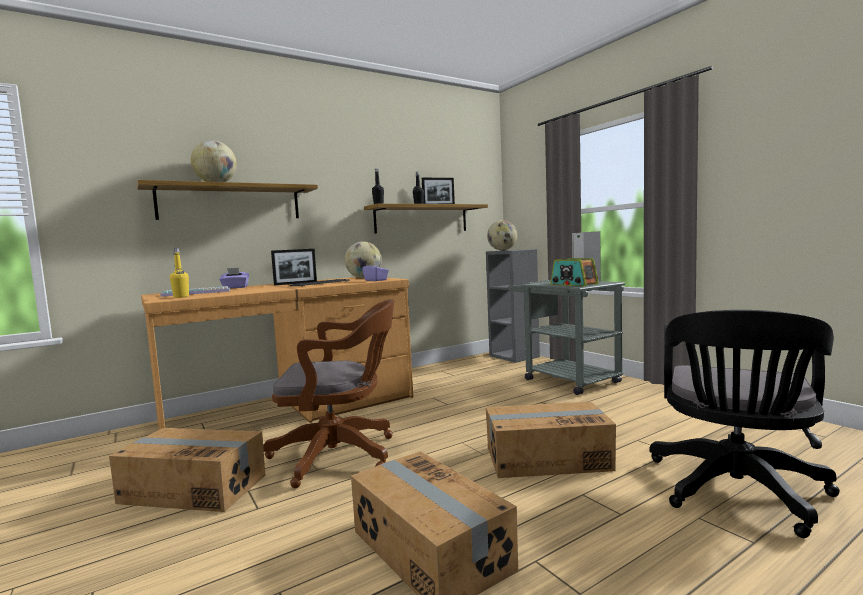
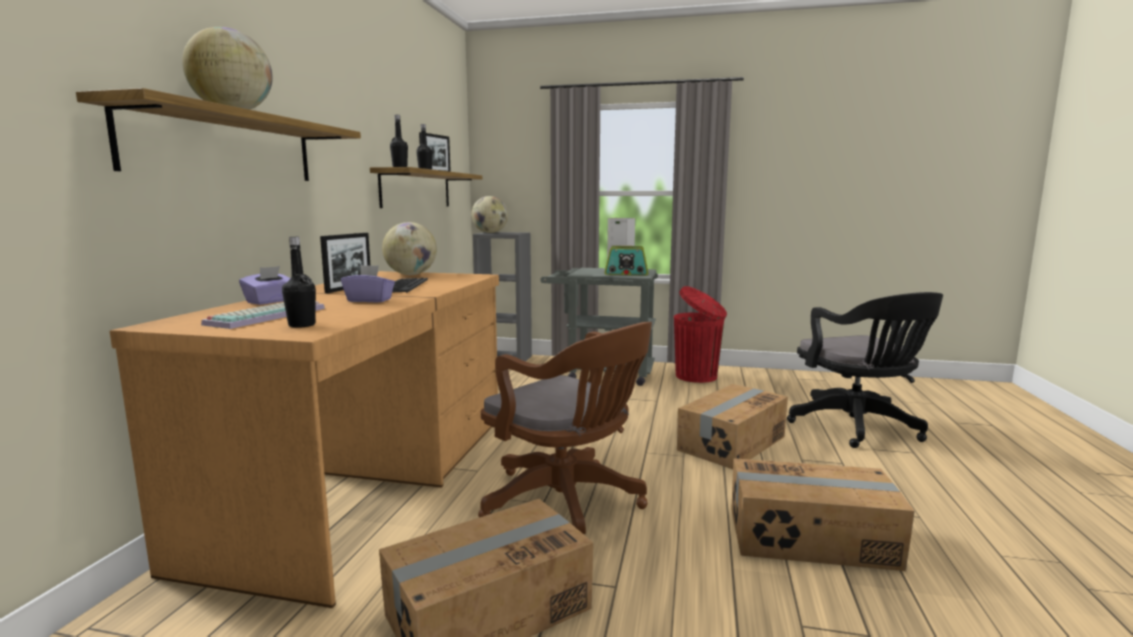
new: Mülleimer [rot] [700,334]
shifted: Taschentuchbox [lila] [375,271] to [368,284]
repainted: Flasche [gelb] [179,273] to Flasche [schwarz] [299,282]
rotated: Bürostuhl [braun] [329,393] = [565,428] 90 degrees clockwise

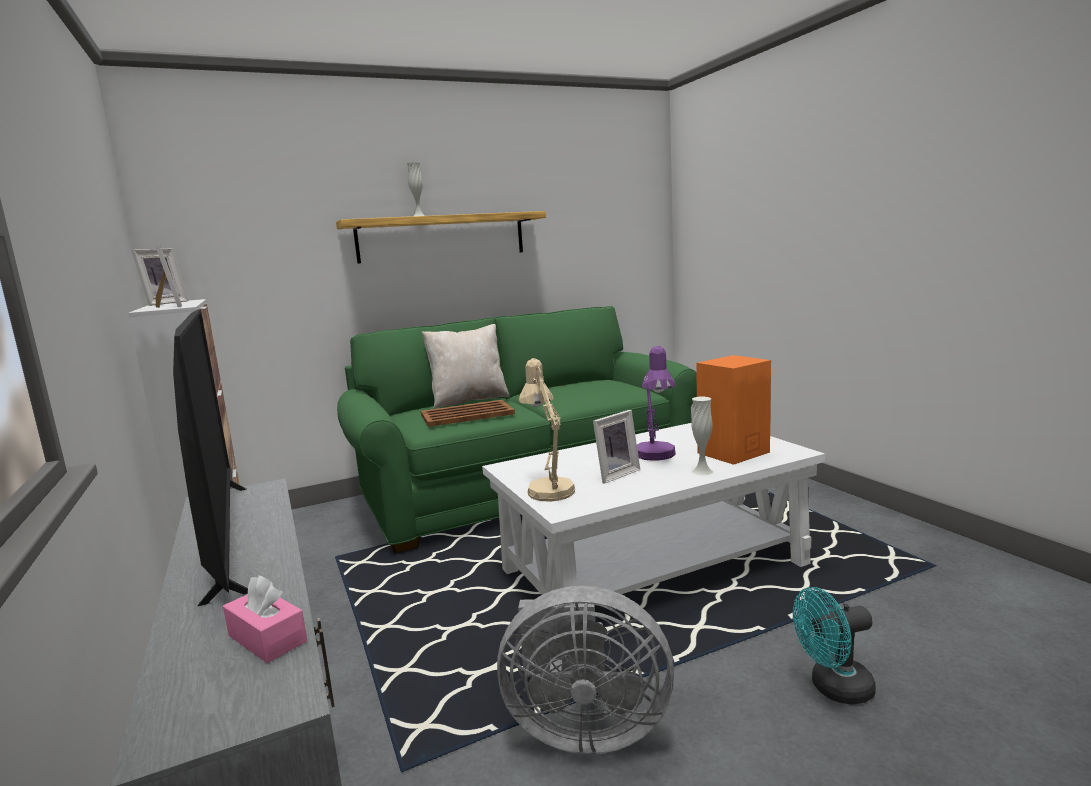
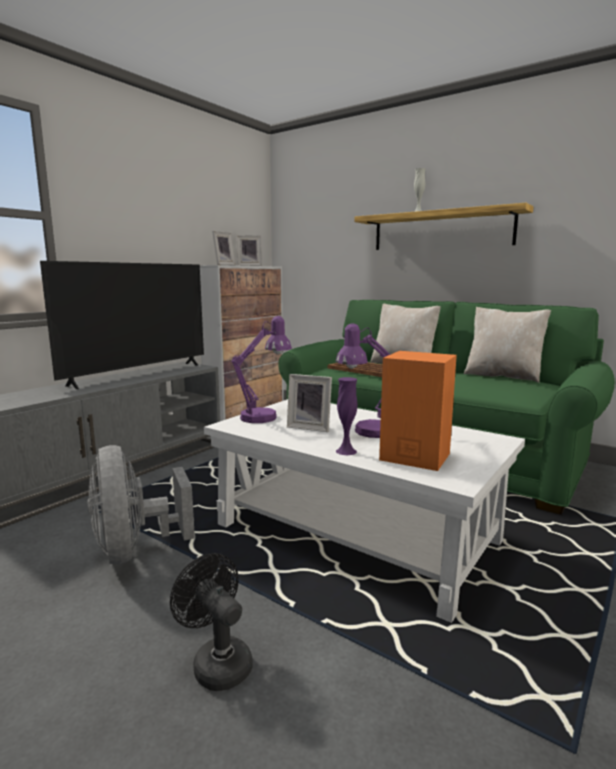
gone: Taschentuchbox [rosa] [265,619]
new: Kissen [beige] [507,345]
repainted: Ventilator [türkis] [834,646] to Ventilator [schwarz] [211,622]; Tischlampe [beige] [547,430] to Tischlampe [lila] [261,369]; Vase [weiß] [702,436] to Vase [lila] [346,416]

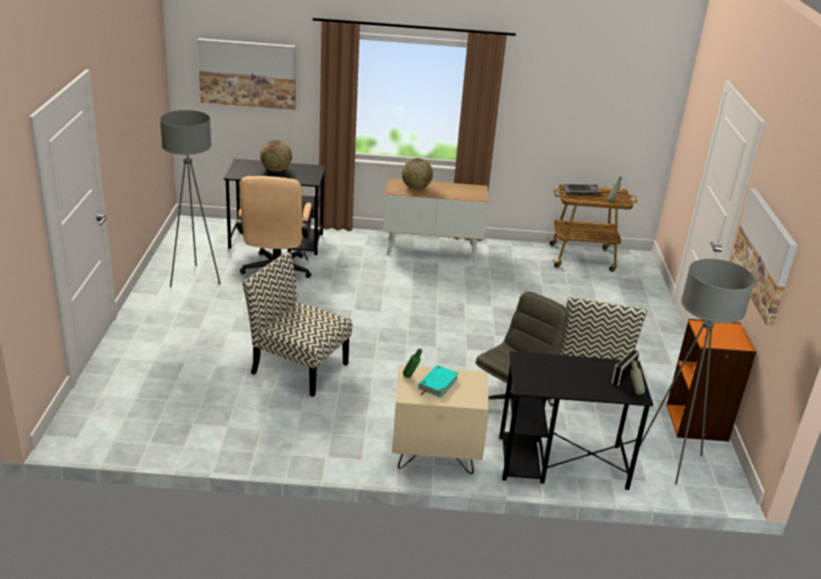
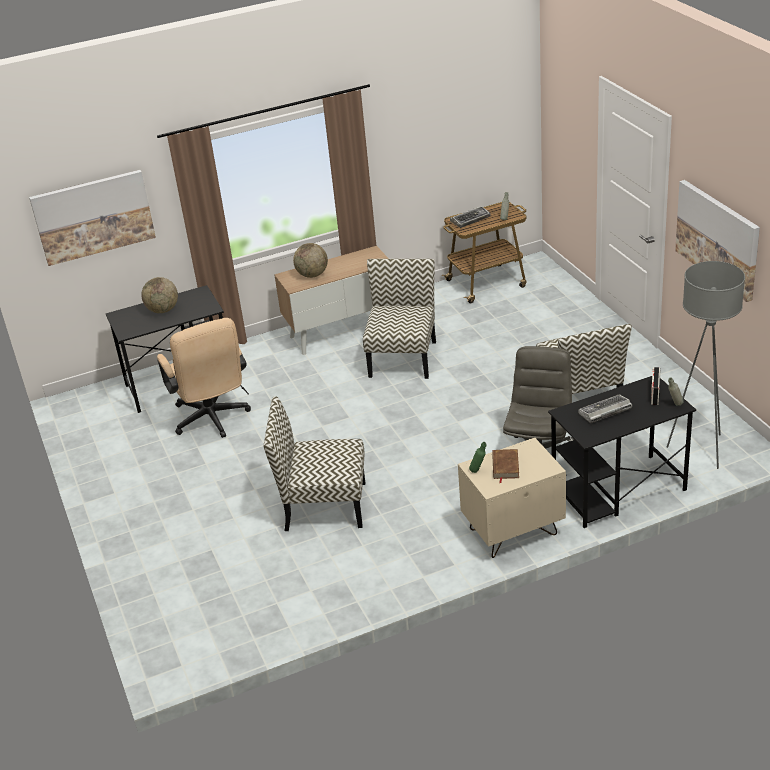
gone: Stehlampe [grau] [190,199]; Bücherregal [orange] [711,380]
new: Stuhl [399,319]; Tastatur [605,408]
repainted: Buch [türkis] [438,381] to Buch [braun] [505,466]

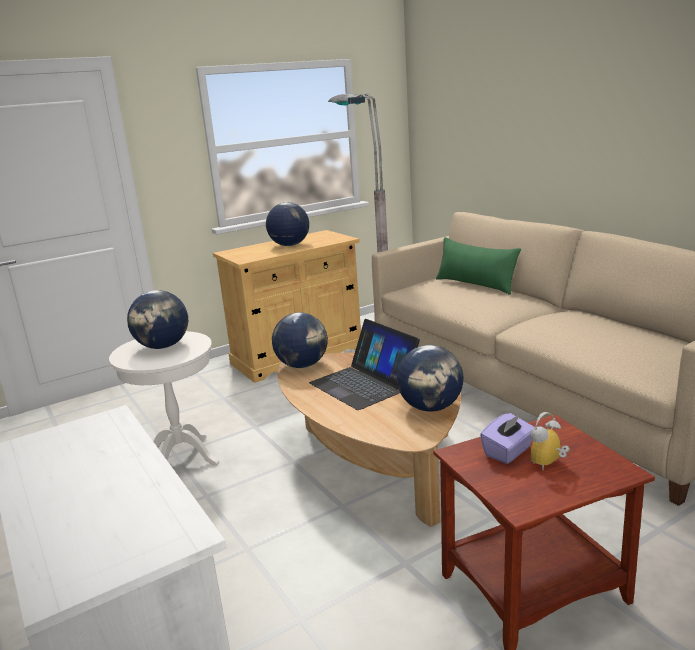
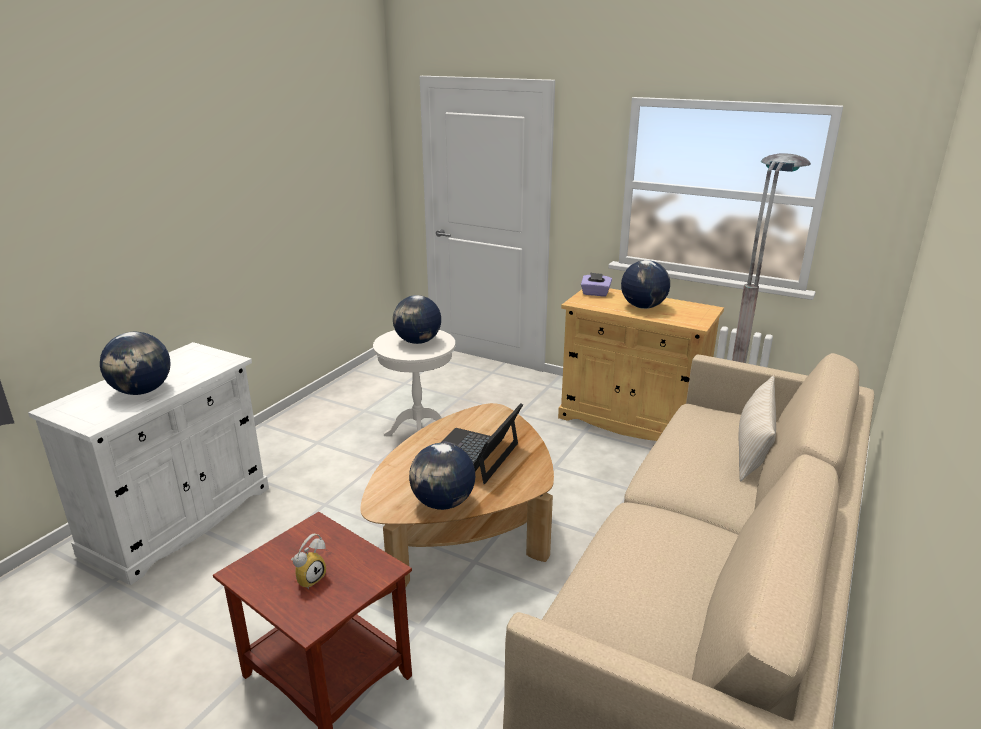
shifted: Globus [300,340] to [135,363]; Taschentuchbox [lila] [507,438] to [596,284]
repainted: Kissen [grün] [478,266] to Kissen [beige] [757,428]
rotated: Wecker [550,441] = [308,561] 105 degrees clockwise

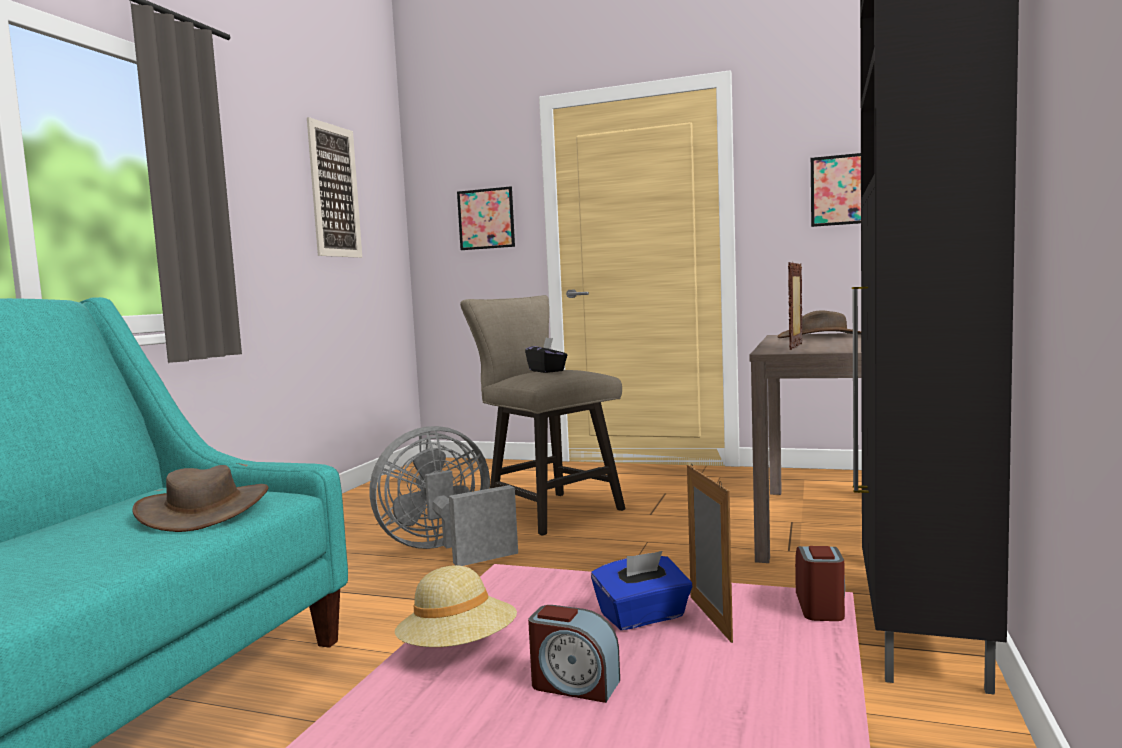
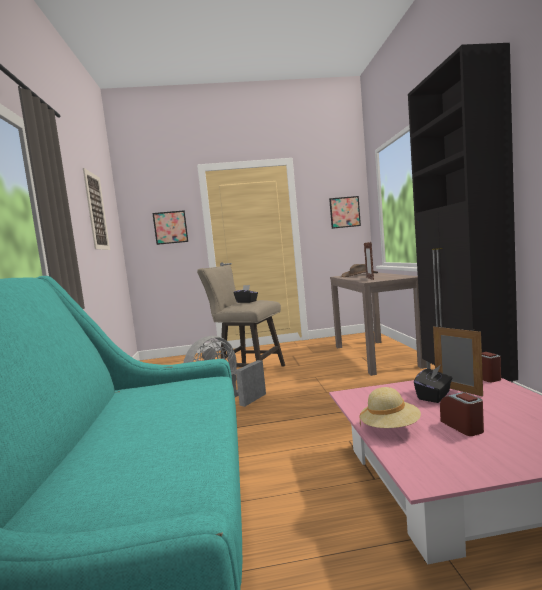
gone: Hut [braun] [200,498]
repainted: Taschentuchbox [blau] [642,590] to Taschentuchbox [schwarz] [433,384]
rotated: Wecker [574,654] = [462,414] 105 degrees counterclockwise

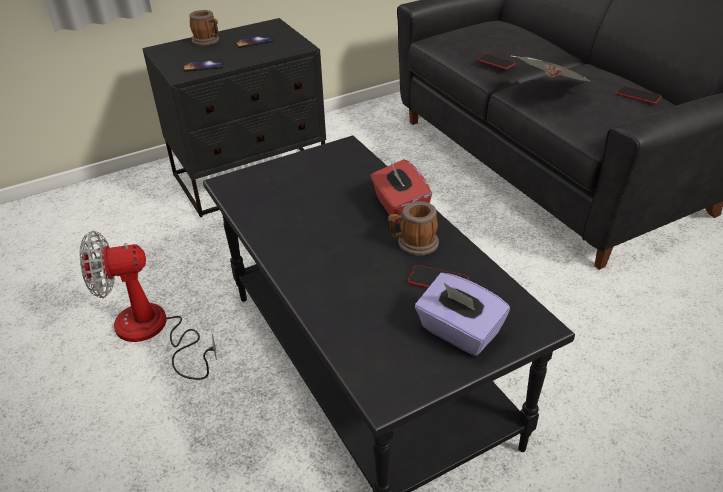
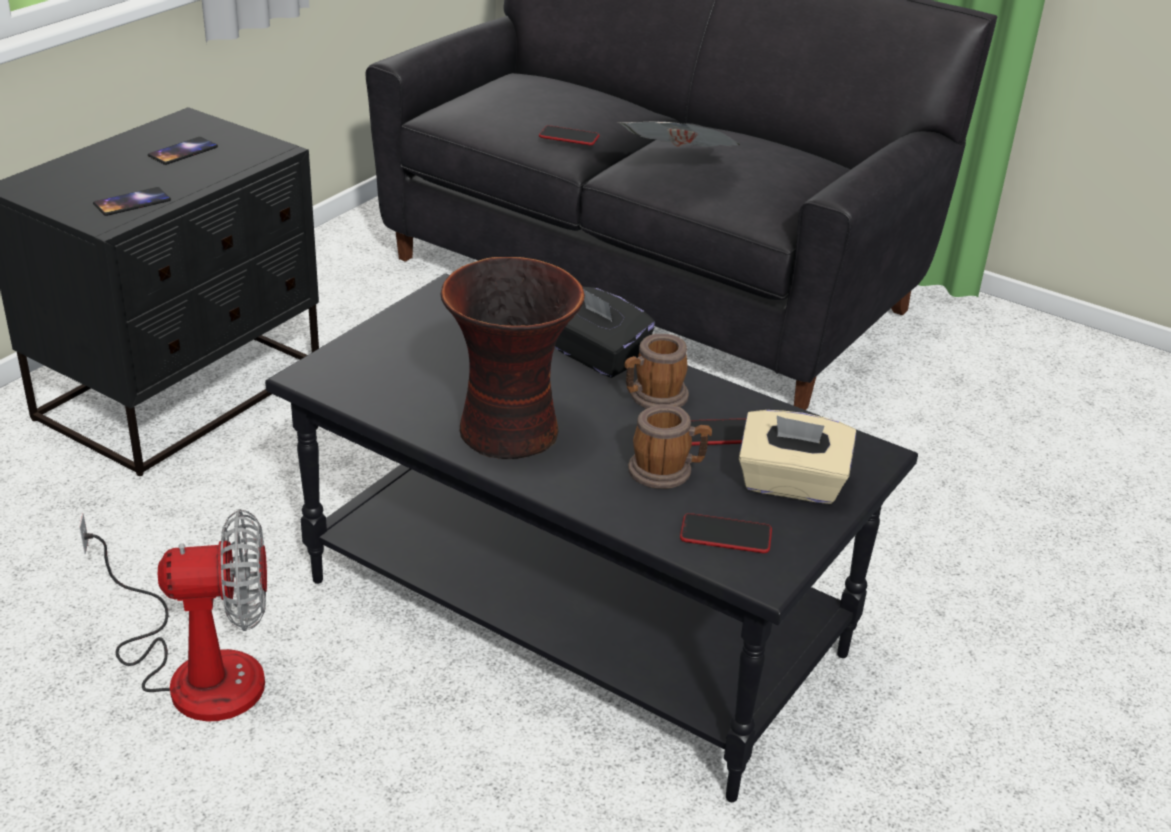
new: Vase [513,358]
shifted: Henkelbecher [204,28] to [670,447]; Handy [639,95] to [726,533]
repainted: Taschentuchbox [rot] [401,191] to Taschentuchbox [schwarz] [605,332]; Taschentuchbox [lila] [462,314] to Taschentuchbox [beige] [797,457]
rotated: Ventilator [148,305] = [173,615] 150 degrees counterclockwise

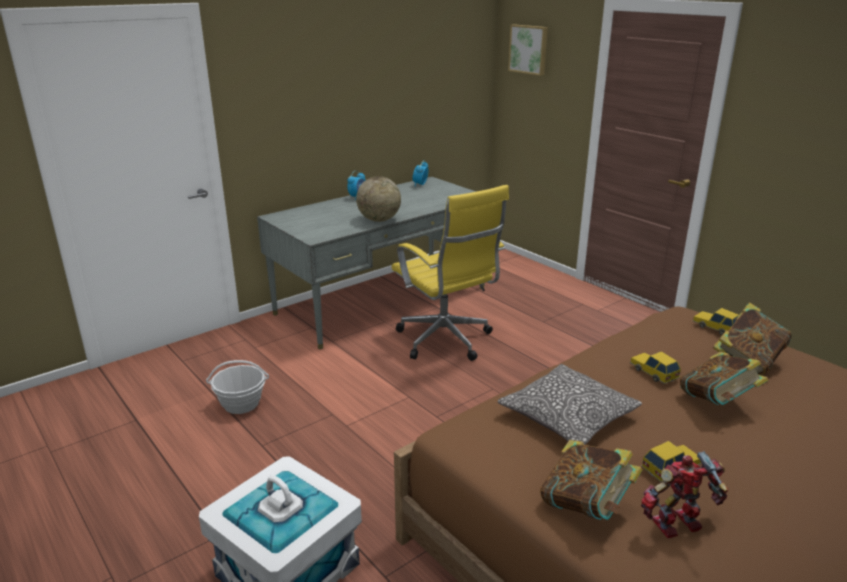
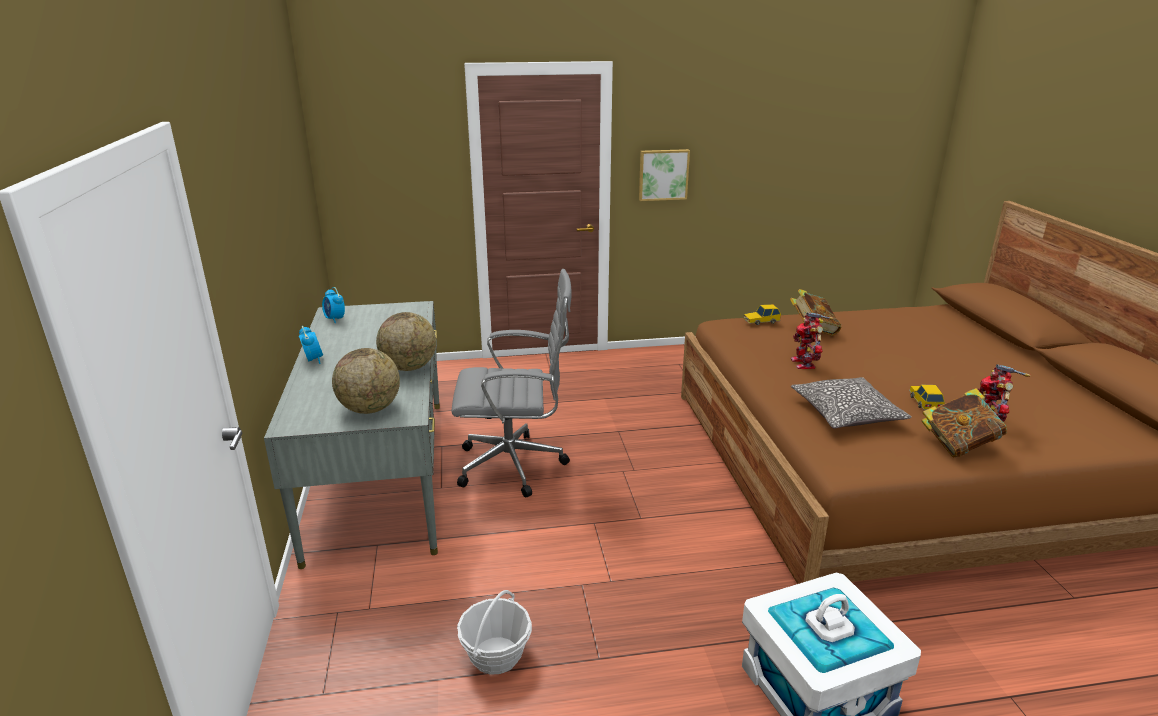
gone: Buch [724,378]
new: Globus [366,381]
shifted: Bild [528,50] to [664,175]
swapped: Spielzeugauto [655,367] to Spielzeugroboter [812,340]
repainted: Bürostuhl [gelb] [450,273] to Bürostuhl [grau] [511,383]

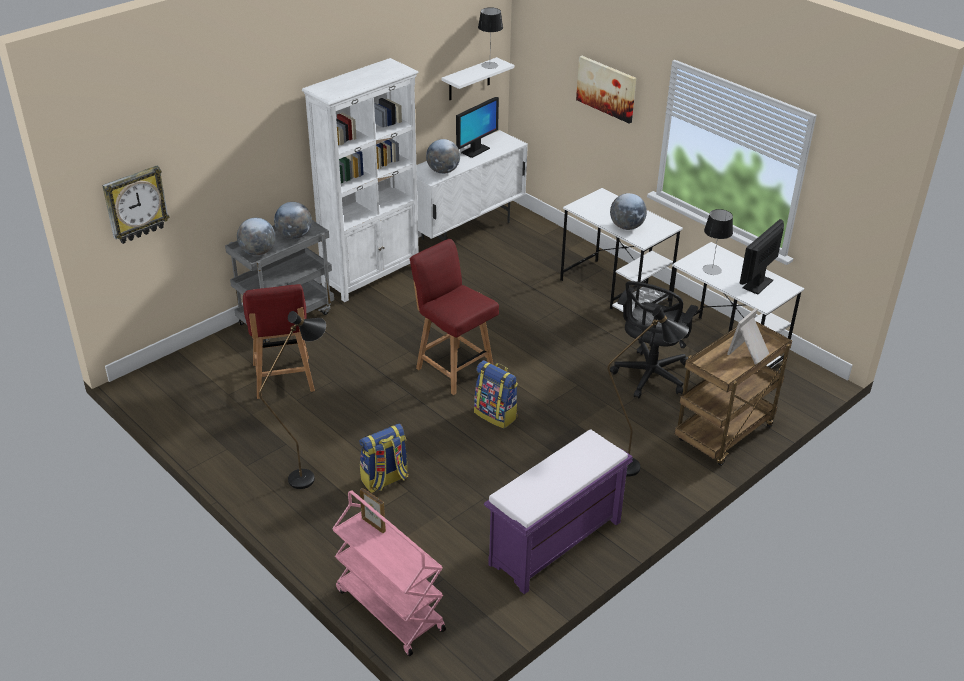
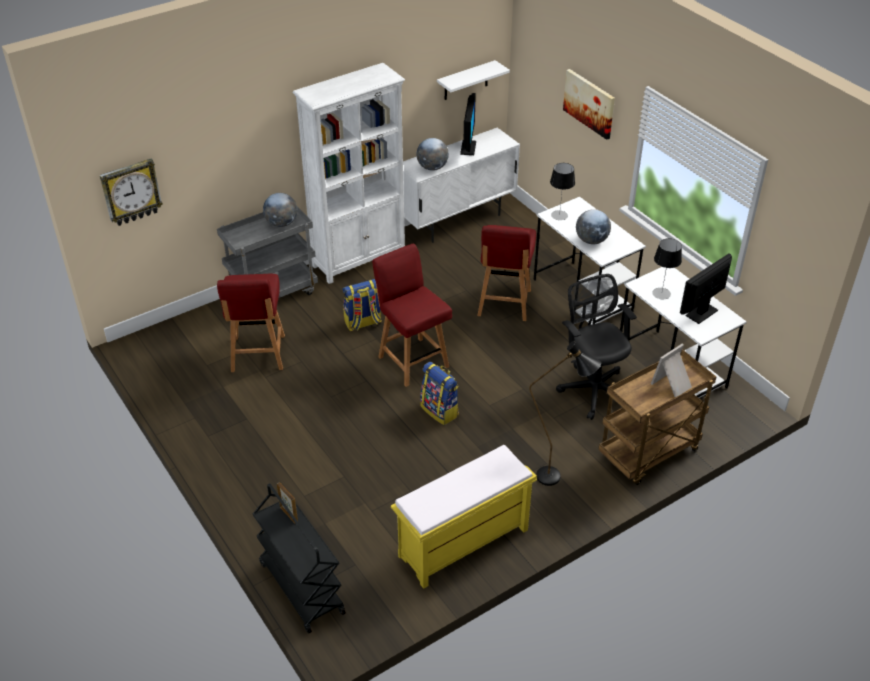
gone: Globus [256,237]; Stehlampe [schwarz] [292,400]
new: Stuhl [rot] [506,273]
shifted: Rucksack [383,458] to [362,305]; Tischlampe [490,38] to [562,191]
repainted: Rollwagen [rosa] [389,573] to Rollwagen [schwarz] [299,558]; Bank [lila] [558,511] to Bank [gelb] [464,517]
rotated: Monitor [477,127] = [468,124] 45 degrees counterclockwise; Bürostuhl [schwarz] [654,340] = [596,347] 120 degrees clockwise

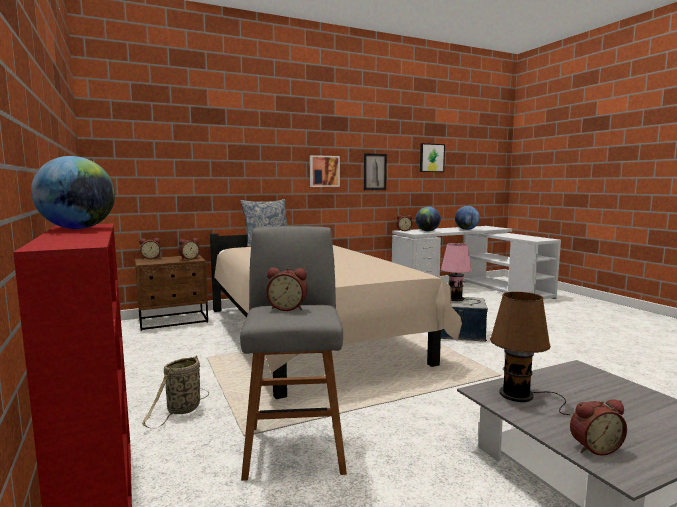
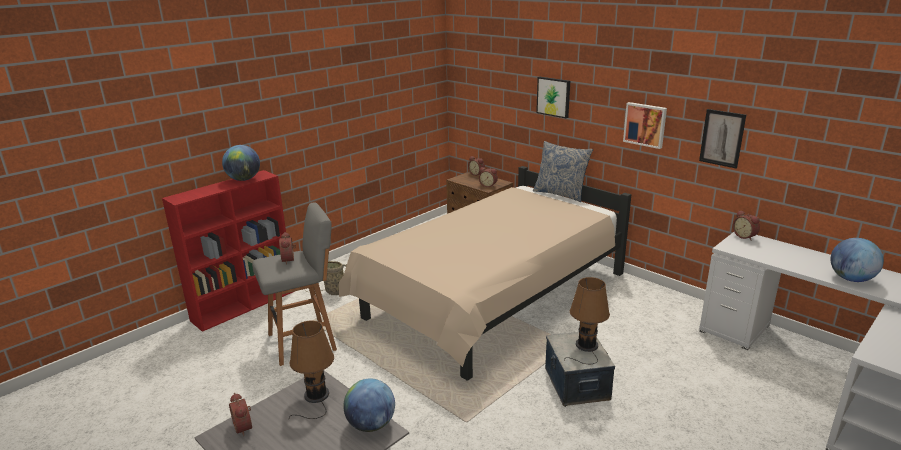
shifted: Globus [428,219] to [369,405]; Bild [432,157] to [553,97]
repainted: Tischlampe [rosa] [460,274] to Tischlampe [braun] [587,320]

